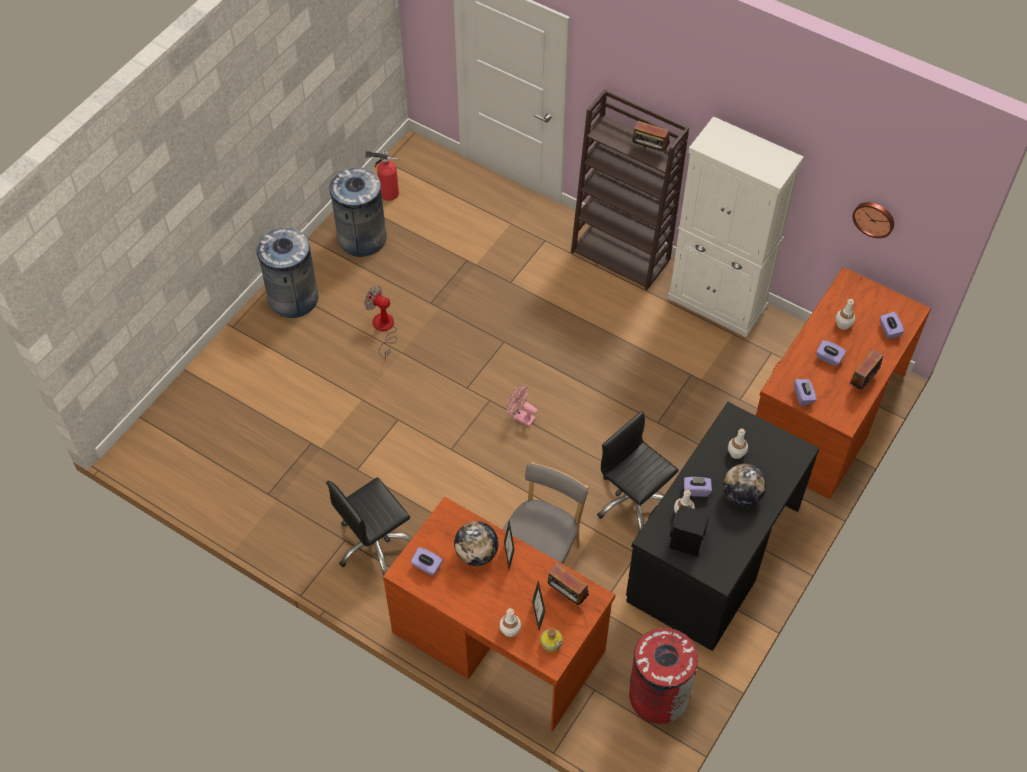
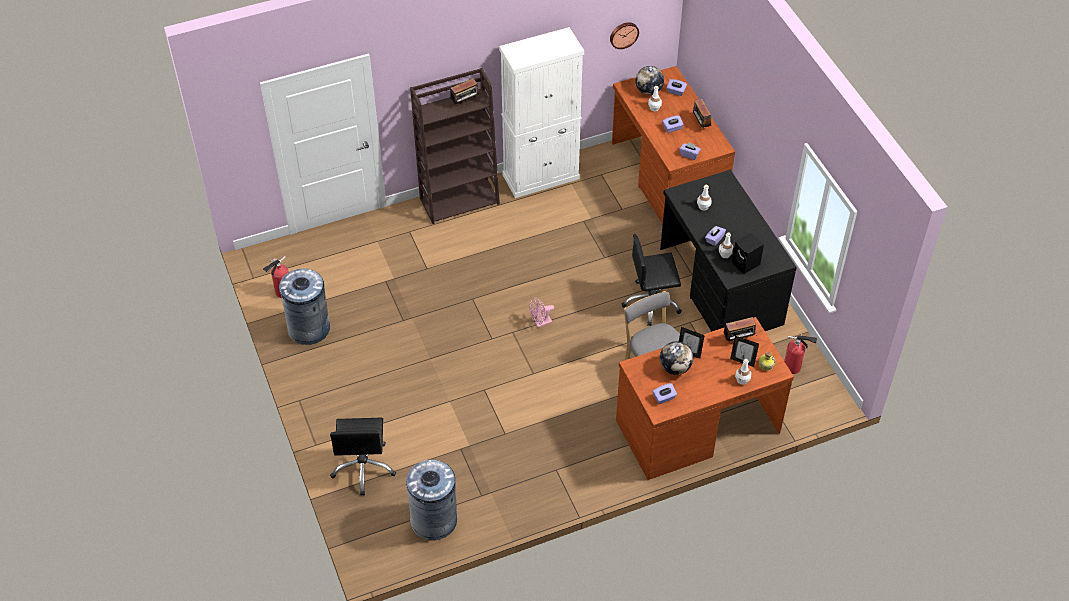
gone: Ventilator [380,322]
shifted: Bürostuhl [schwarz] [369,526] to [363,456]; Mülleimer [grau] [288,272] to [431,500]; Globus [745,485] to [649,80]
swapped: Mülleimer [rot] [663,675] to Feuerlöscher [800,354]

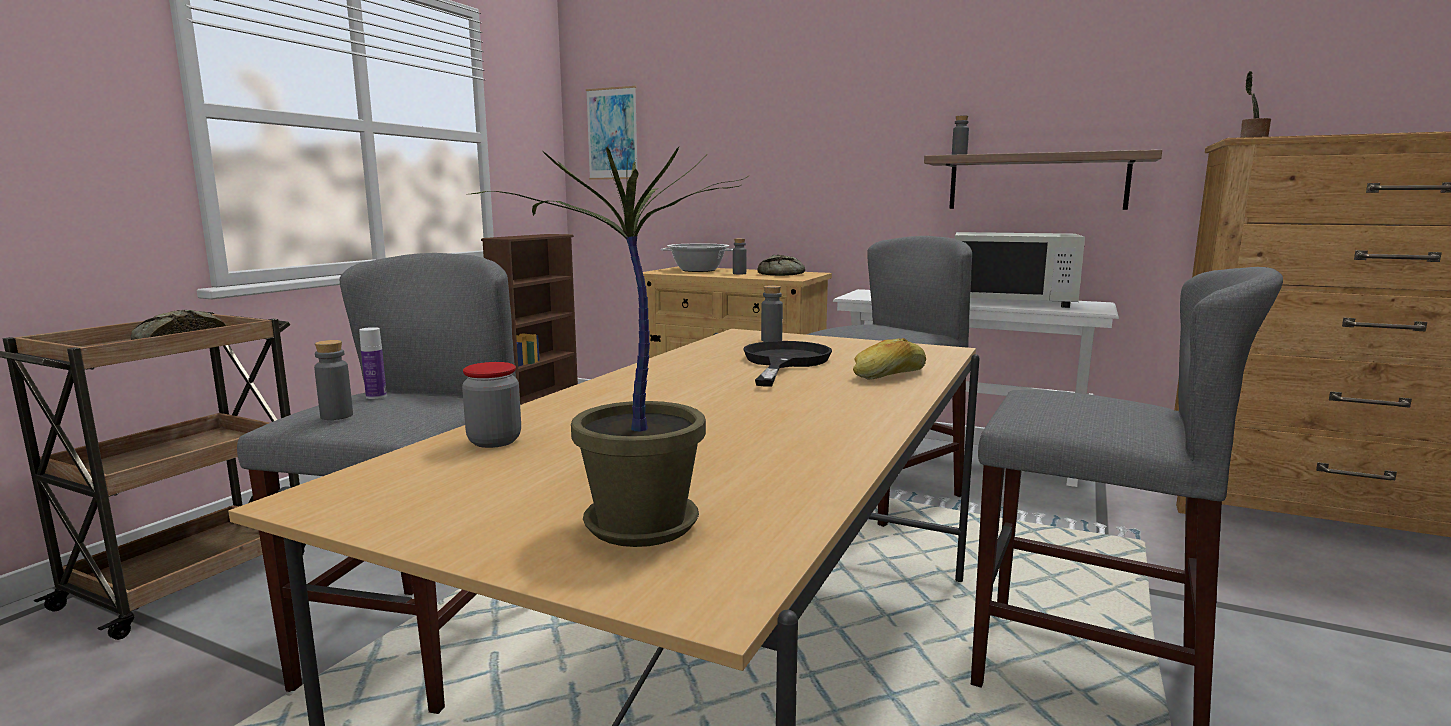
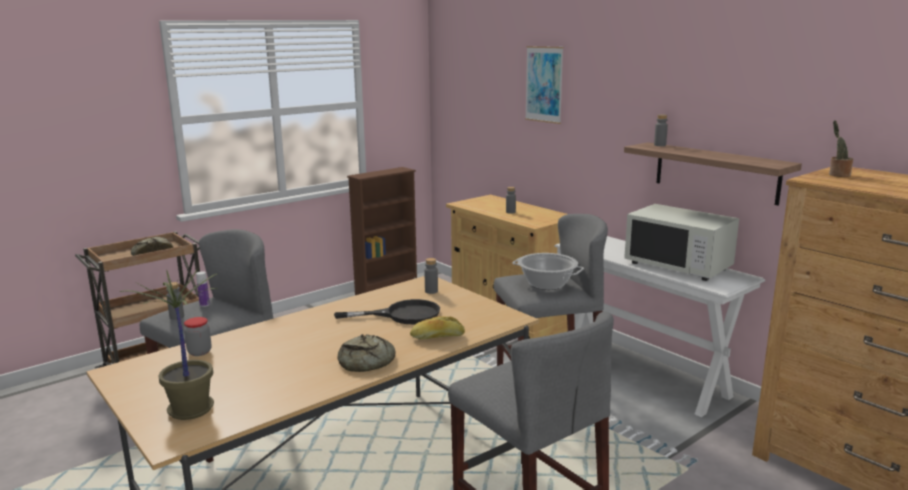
shifted: Brot [781,265] to [366,353]; Kochtopf [697,258] to [548,271]; Bild [612,133] to [544,85]
rotated: Pfanne [schwarz] [787,364] = [387,311] 45 degrees clockwise

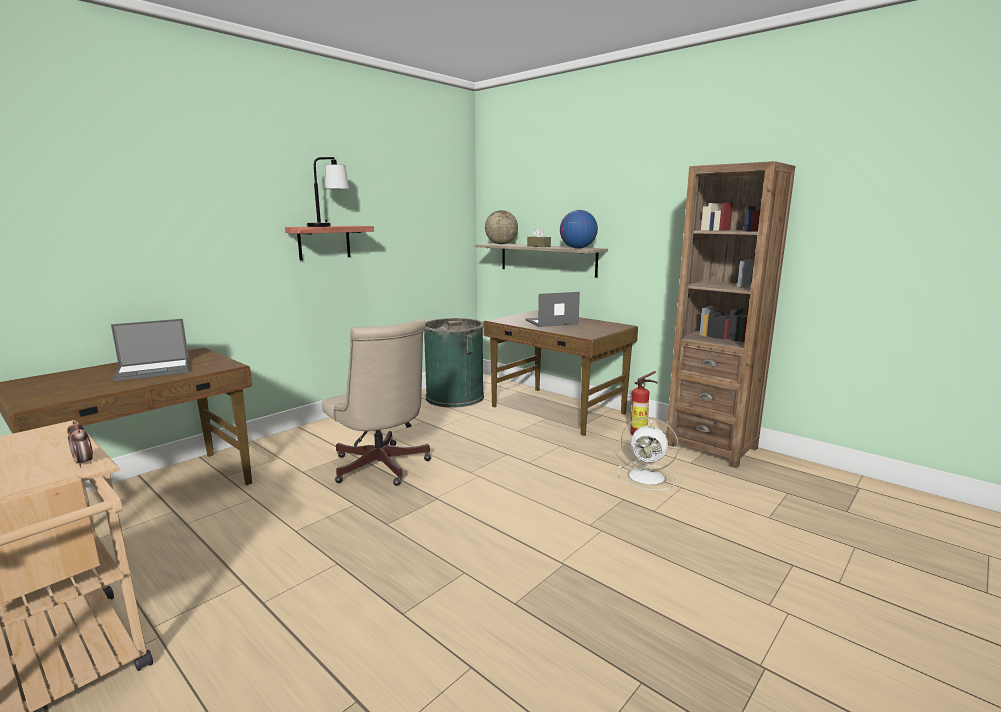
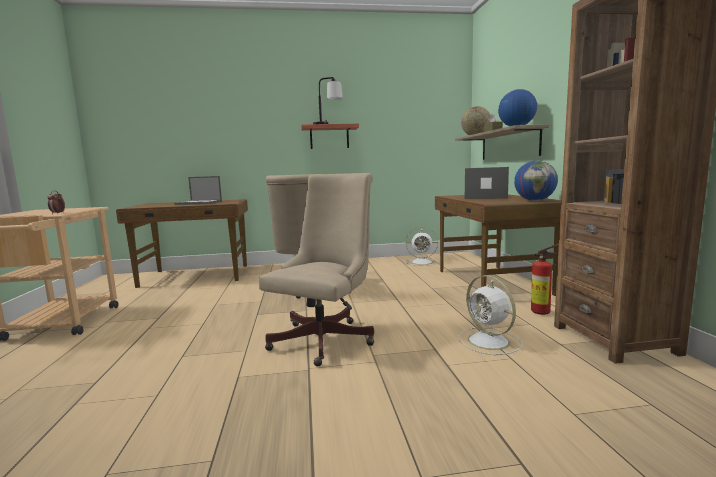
new: Bürostuhl [beige] [316,270]; Globus [536,181]
swapped: Mülleimer [grün] [454,363] to Ventilator [weiß] [421,246]

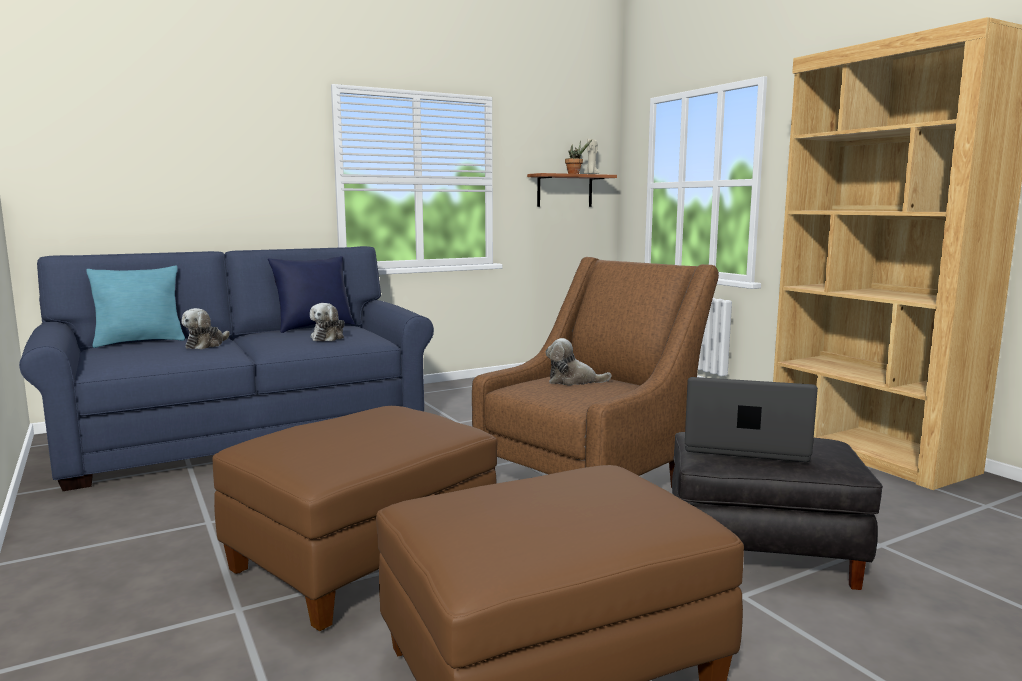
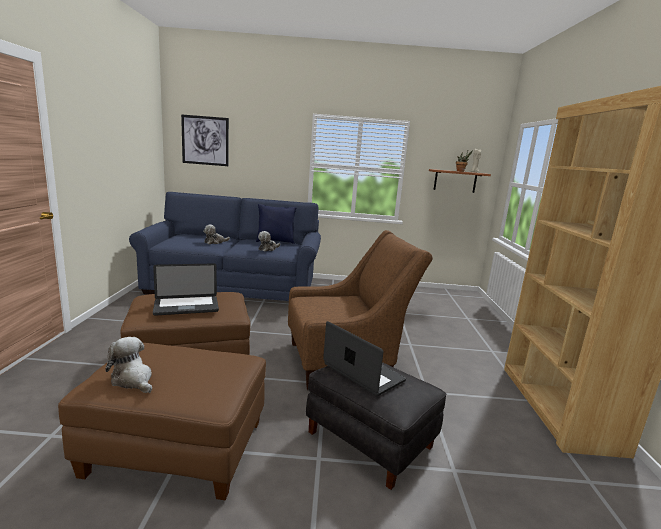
gone: Kissen [türkis] [135,307]
new: Laptop [186,289]; Bild [205,140]
shifted: Plüschtier [578,362] to [128,365]

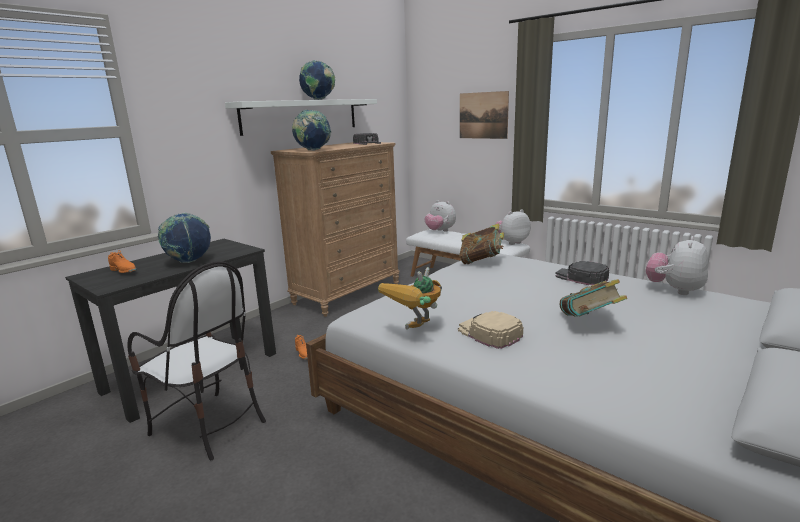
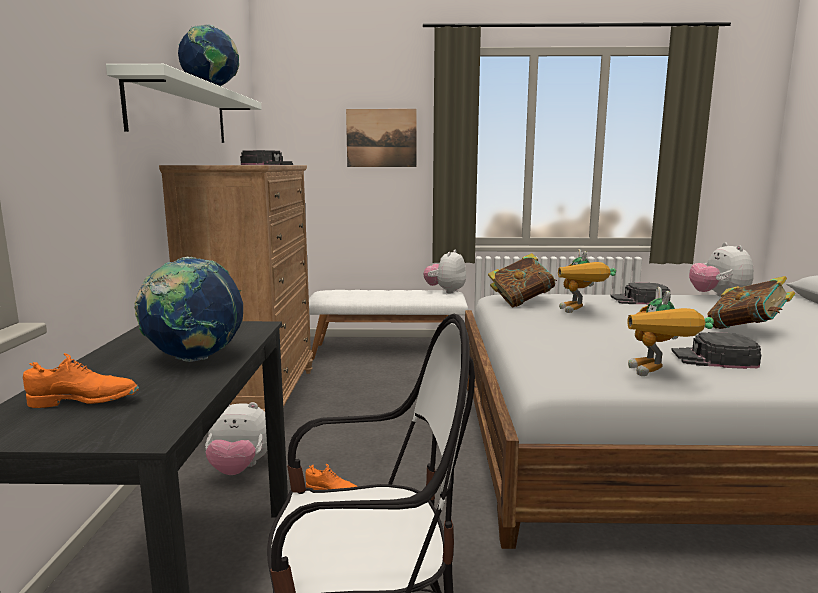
gone: Globus [312,130]
new: Spielzeugroboter [587,281]
shifted: Plüschtier [440,215] to [236,438]
repainted: Kappe [beige] [490,330] to Kappe [schwarz] [716,350]

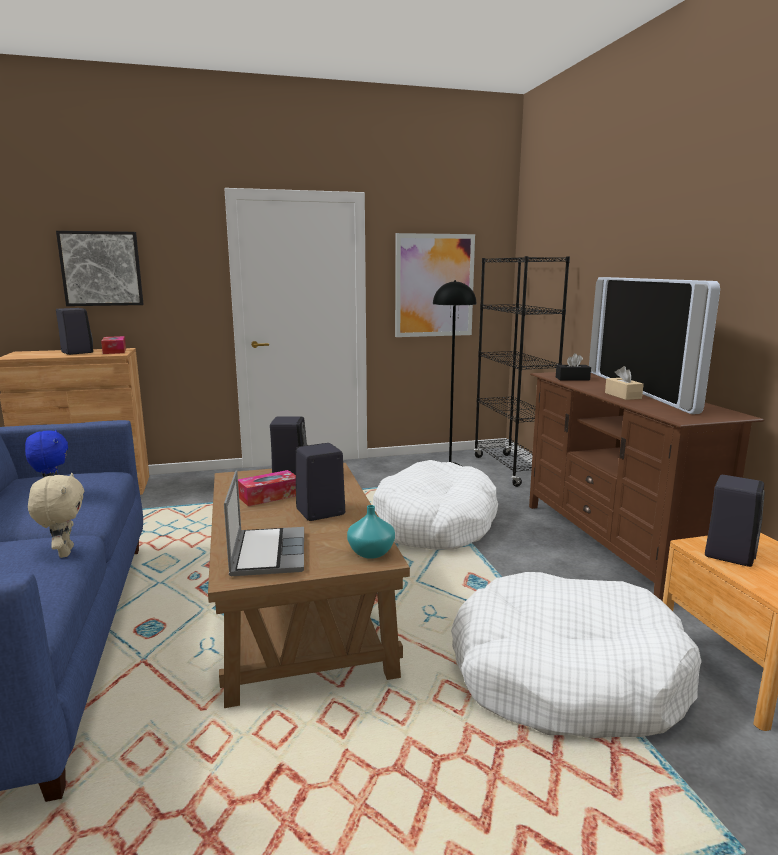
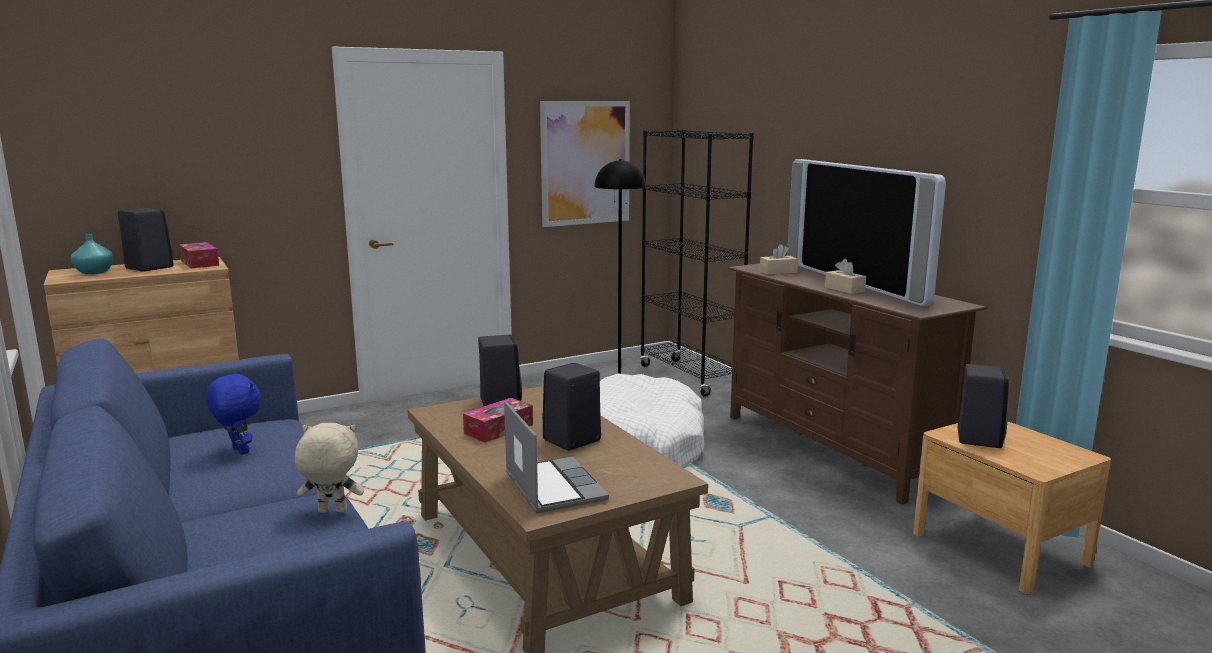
gone: Bild [100,268]; Hundebett [weiß] [576,655]
shifted: Vase [türkis] [371,532] to [92,254]
repainted: Taschentuchbox [schwarz] [573,366] to Taschentuchbox [beige] [779,259]
rotated: Plüschtier [beige] [56,515] = [329,468] 60 degrees counterclockwise

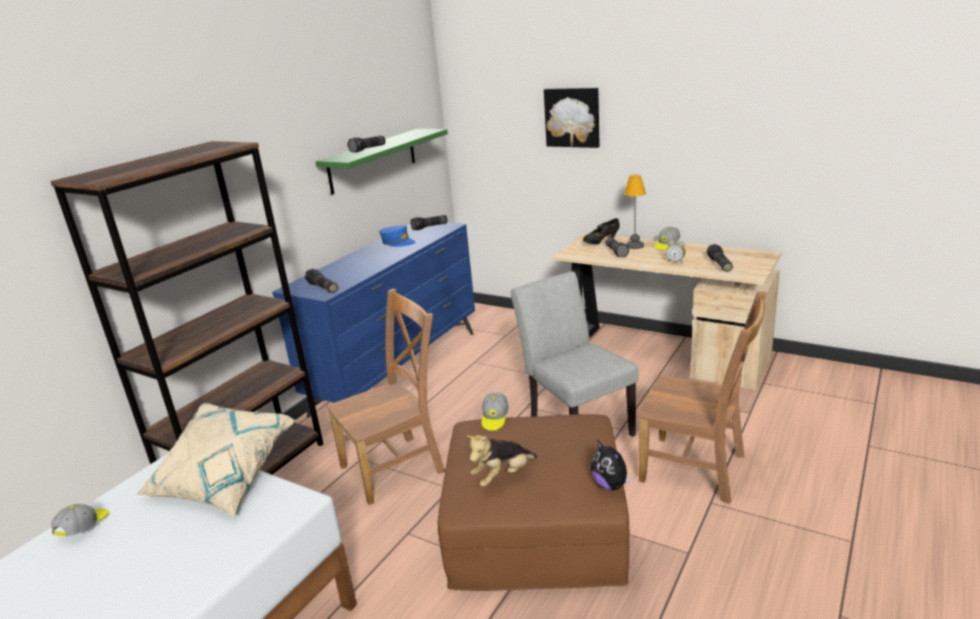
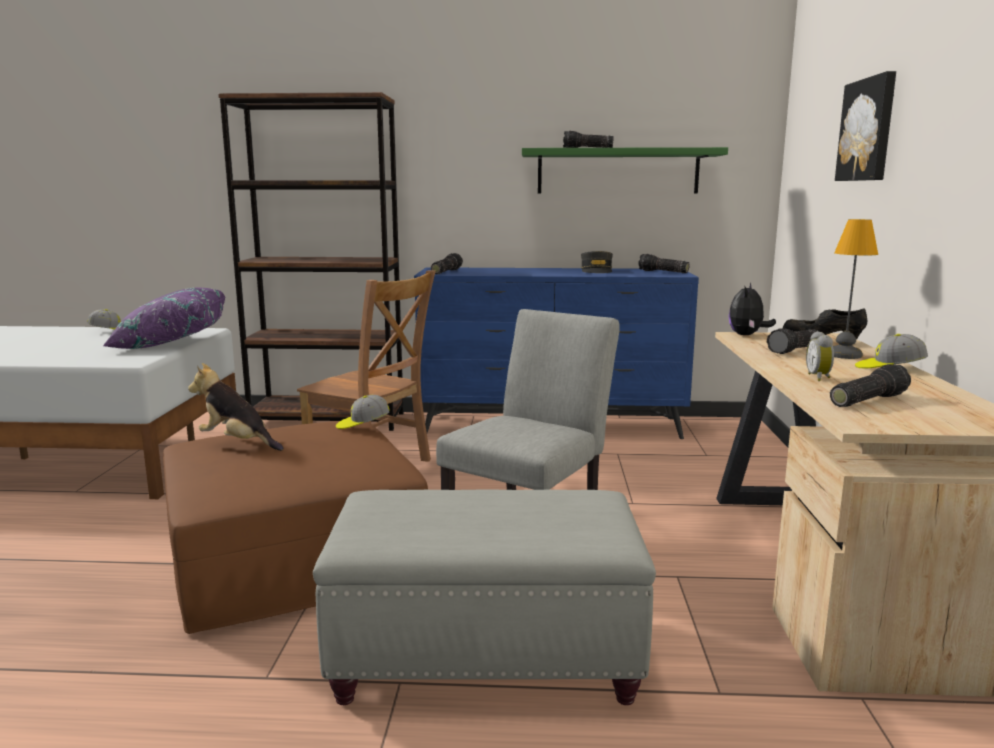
shifted: Plüschtier [612,465] to [752,309]
swapped: Stuhl [braun] [702,398] to Polsterhocker [grau] [484,597]
repainted: Kissen [beige] [216,460] to Kissen [lila] [164,318]; Kappe [blau] [397,236] to Kappe [grau] [597,262]

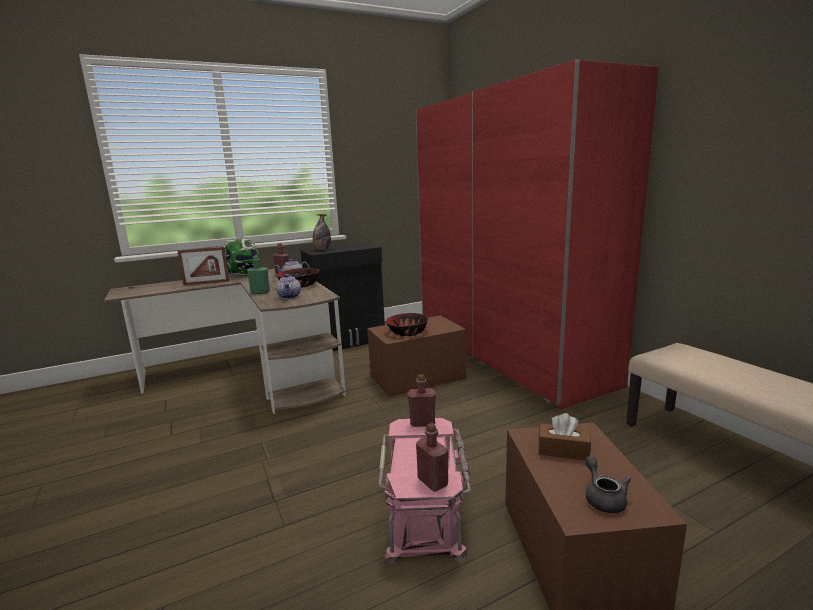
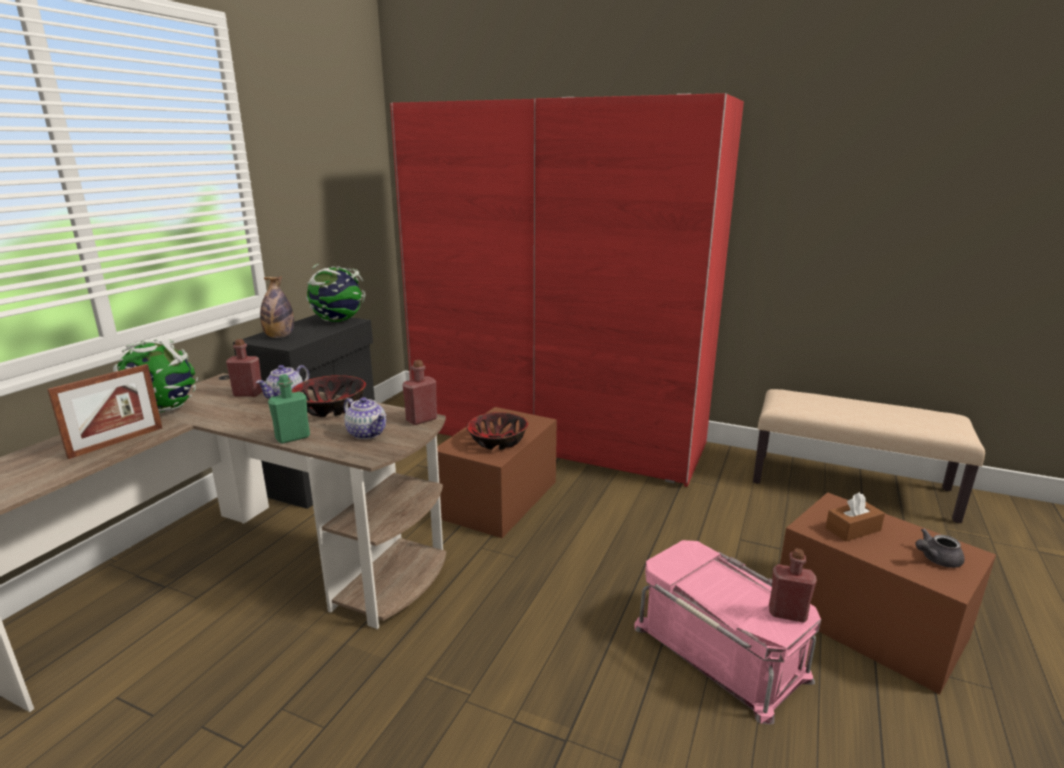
new: Globus [335,293]
shifted: Flasche [rot] [422,400] to [419,392]
rotated: Teekanne [grau] [608,484] = [940,548] 60 degrees counterclockwise

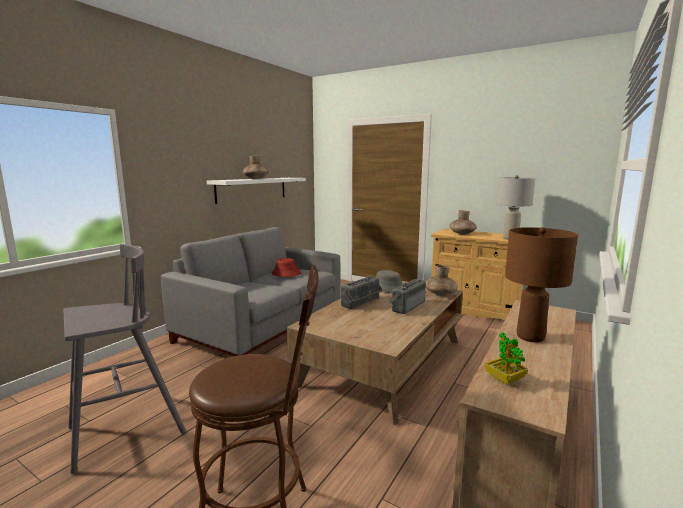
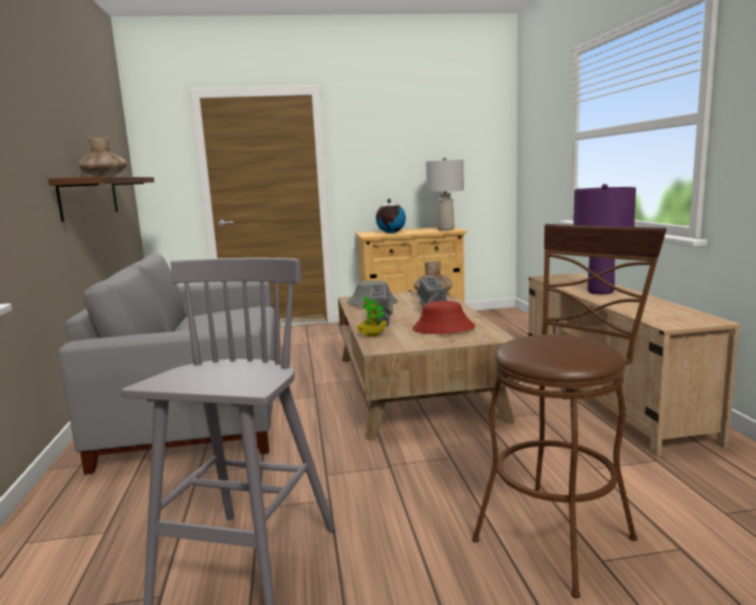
shifted: Topfpflanze [506,358] to [372,317]; Hut [rot] [286,267] to [443,317]
swapped: Vase [braun] [463,222] to Globus [391,216]
repainted: Wandregal [weiß] [256,191] to Wandregal [braun] [101,199]; Tischlampe [braun] [541,284] to Tischlampe [lila] [604,239]

